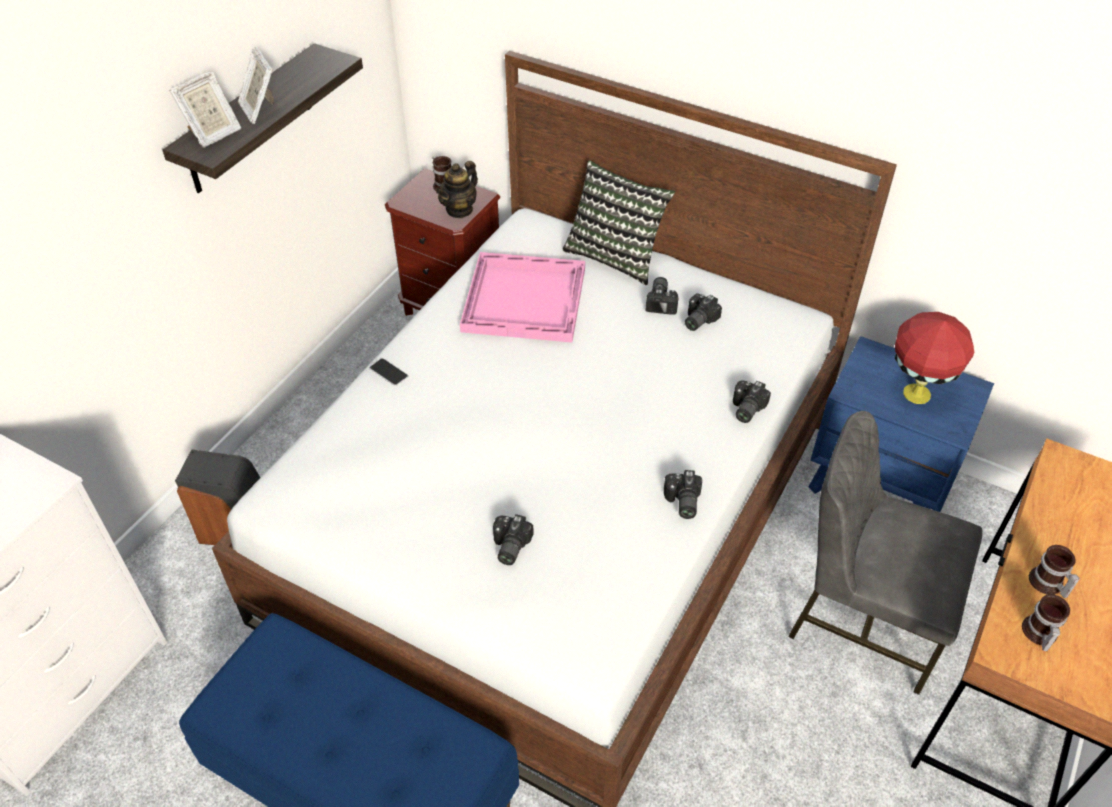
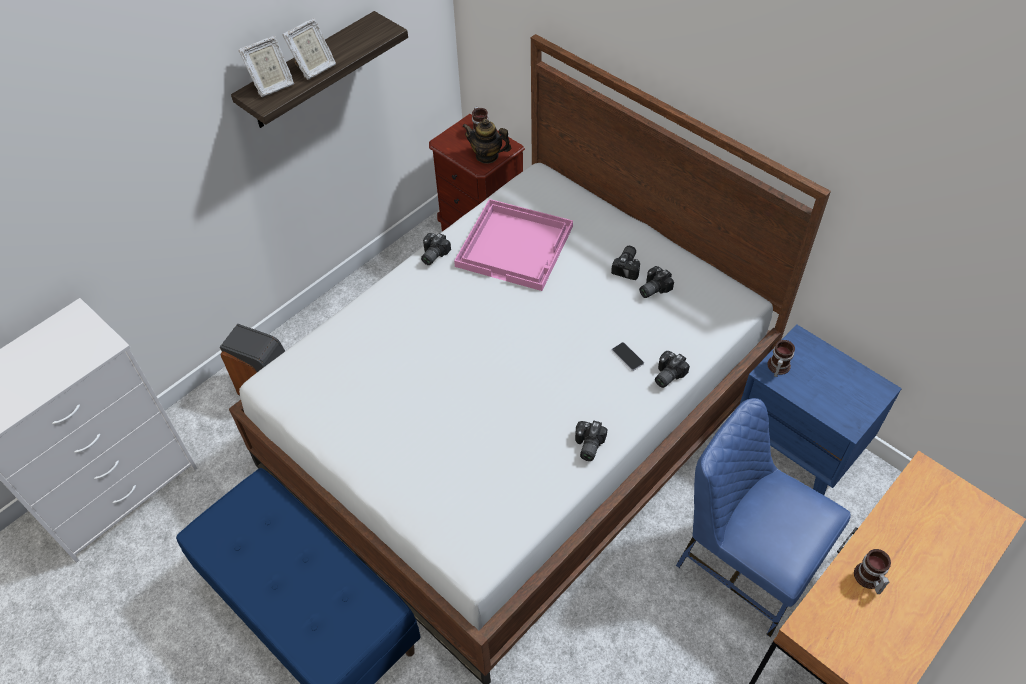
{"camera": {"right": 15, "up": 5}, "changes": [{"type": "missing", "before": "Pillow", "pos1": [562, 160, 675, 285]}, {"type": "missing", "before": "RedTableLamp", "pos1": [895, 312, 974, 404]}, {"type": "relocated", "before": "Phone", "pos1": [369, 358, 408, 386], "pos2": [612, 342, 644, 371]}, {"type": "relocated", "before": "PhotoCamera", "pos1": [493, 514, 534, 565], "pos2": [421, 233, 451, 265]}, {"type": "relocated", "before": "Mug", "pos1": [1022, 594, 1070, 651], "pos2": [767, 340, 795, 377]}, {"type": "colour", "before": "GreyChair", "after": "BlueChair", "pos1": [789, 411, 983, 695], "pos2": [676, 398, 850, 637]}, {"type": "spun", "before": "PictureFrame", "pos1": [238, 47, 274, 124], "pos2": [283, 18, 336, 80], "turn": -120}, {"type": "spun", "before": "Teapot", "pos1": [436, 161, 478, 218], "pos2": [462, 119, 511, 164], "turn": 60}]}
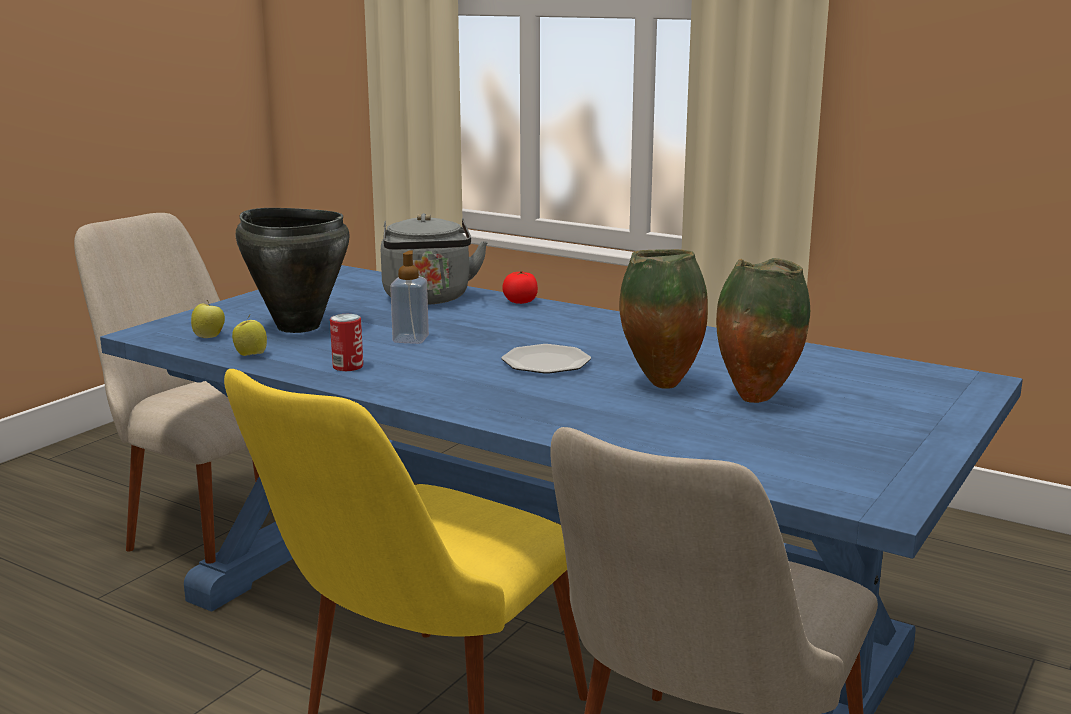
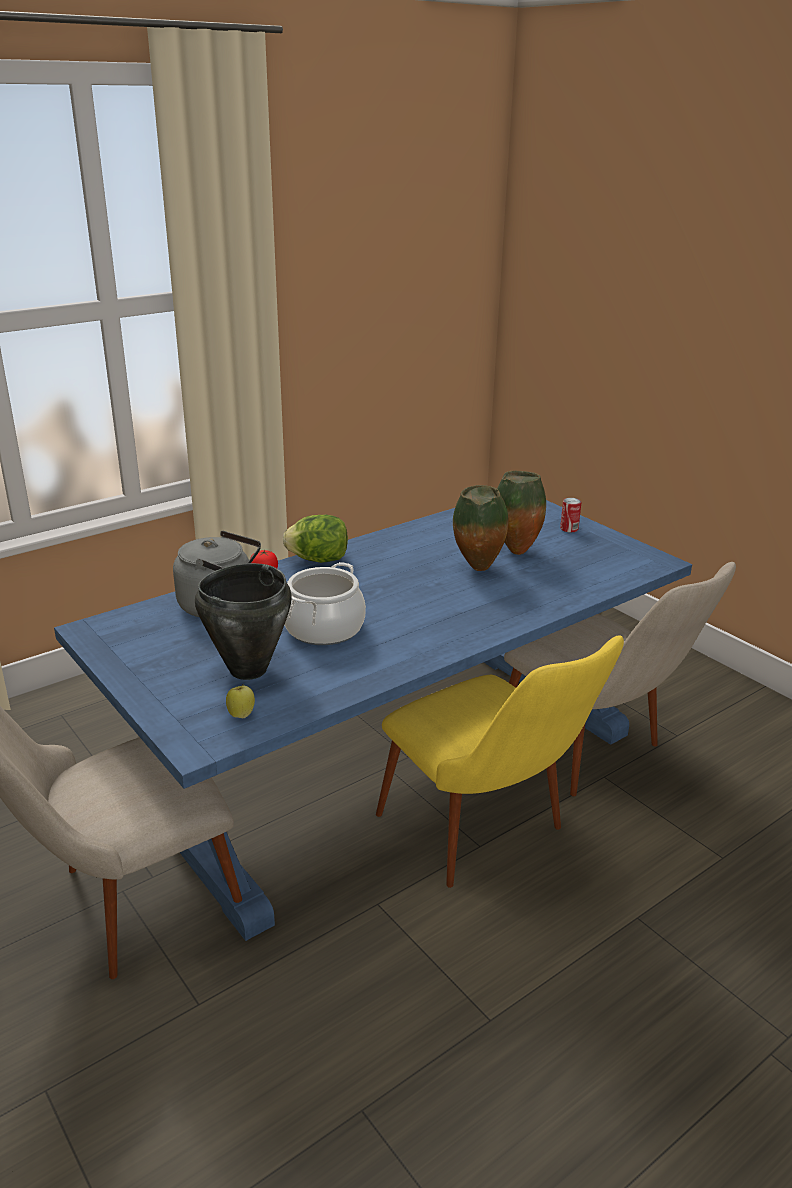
{"camera": {"right": -70, "up": 10}, "changes": [{"type": "missing", "before": "Apple", "pos1": [232, 314, 267, 356]}, {"type": "missing", "before": "Plate", "pos1": [502, 344, 591, 374]}, {"type": "appeared", "after": "Lettuce", "pos2": [283, 515, 348, 563]}, {"type": "relocated", "before": "Can", "pos1": [330, 314, 363, 371], "pos2": [560, 498, 581, 532]}, {"type": "exchanged", "before": "SoapDispenser", "after": "CookingPot", "pos1": [390, 251, 429, 344], "pos2": [285, 562, 366, 645]}]}
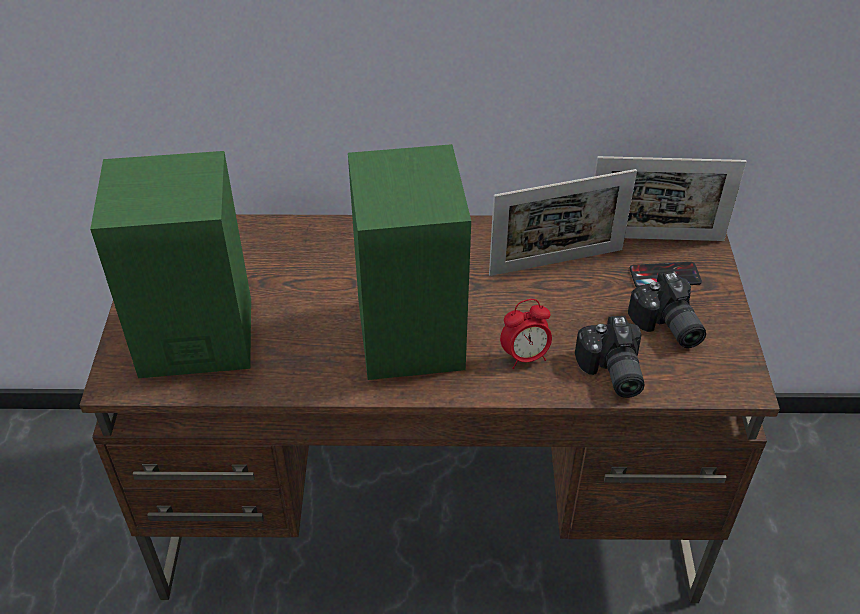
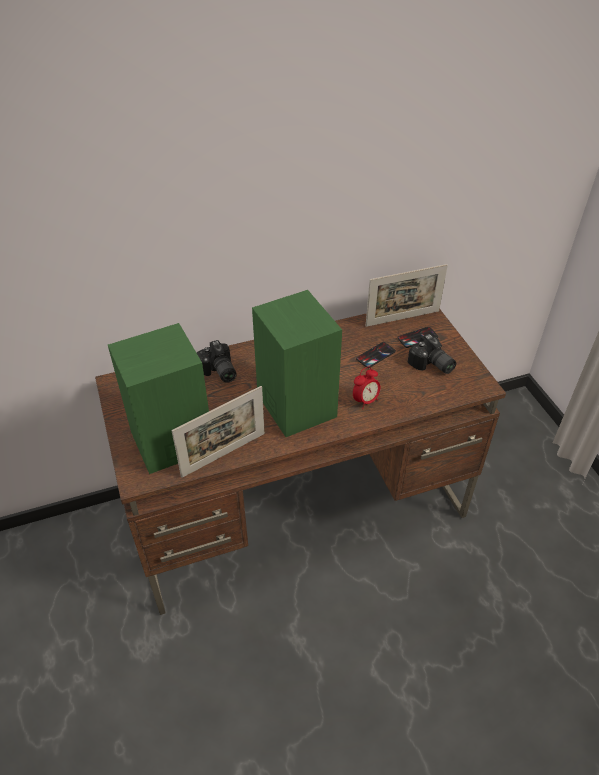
{"camera": {"right": -20, "up": 0}, "changes": [{"type": "appeared", "after": "Phone", "pos2": [356, 342, 396, 368]}, {"type": "relocated", "before": "PictureFrame", "pos1": [489, 169, 637, 276], "pos2": [172, 386, 265, 478]}, {"type": "relocated", "before": "PhotoCamera", "pos1": [575, 316, 644, 398], "pos2": [197, 340, 237, 383]}]}
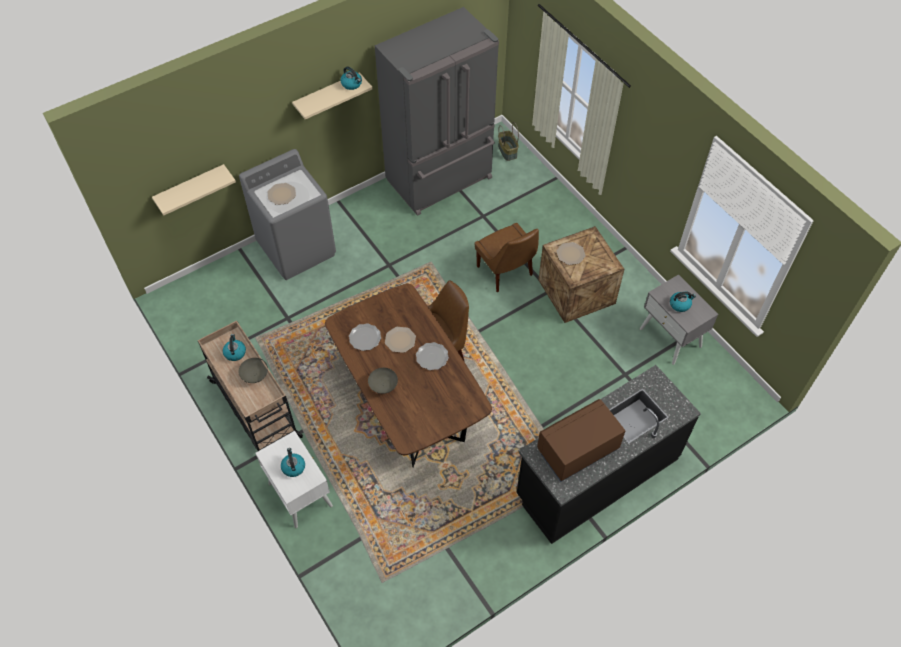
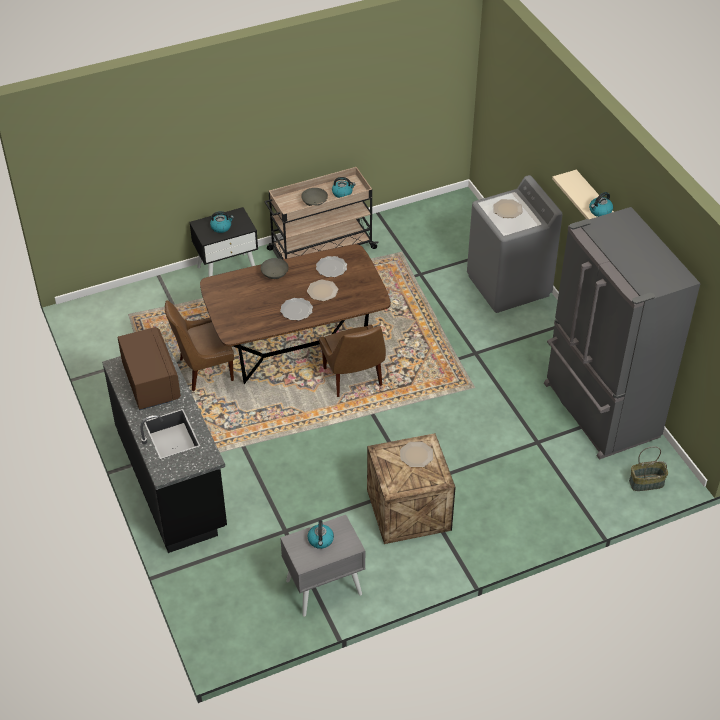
{"camera": {"right": 100, "up": -10}, "changes": [{"type": "missing", "before": "BeigeShelf", "pos1": [152, 164, 236, 216]}, {"type": "relocated", "before": "BrownChair", "pos1": [475, 223, 539, 292], "pos2": [165, 300, 234, 391]}, {"type": "colour", "before": "WhiteNightstand", "after": "BlackNightstand", "pos1": [255, 431, 333, 528], "pos2": [189, 207, 258, 277]}]}
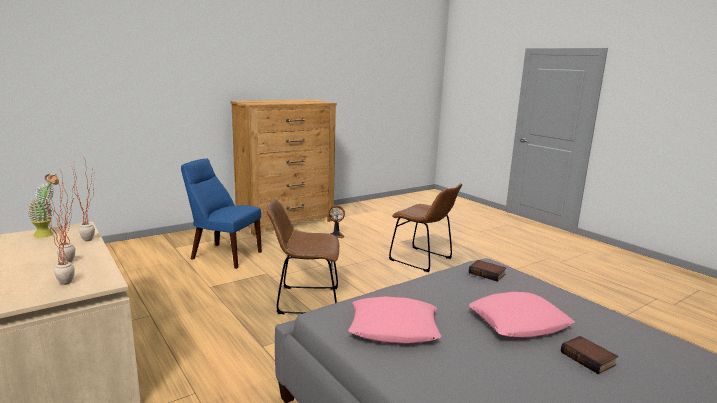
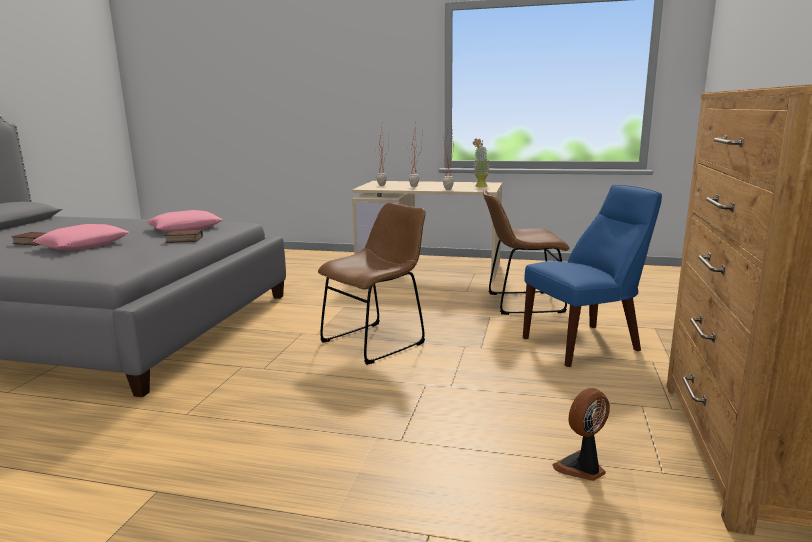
{"camera": {"right": 140, "up": 0}, "changes": [{"type": "relocated", "before": "BrownChair", "pos1": [389, 183, 462, 272], "pos2": [483, 190, 569, 315]}, {"type": "relocated", "before": "Book", "pos1": [469, 260, 506, 282], "pos2": [165, 230, 203, 243]}]}
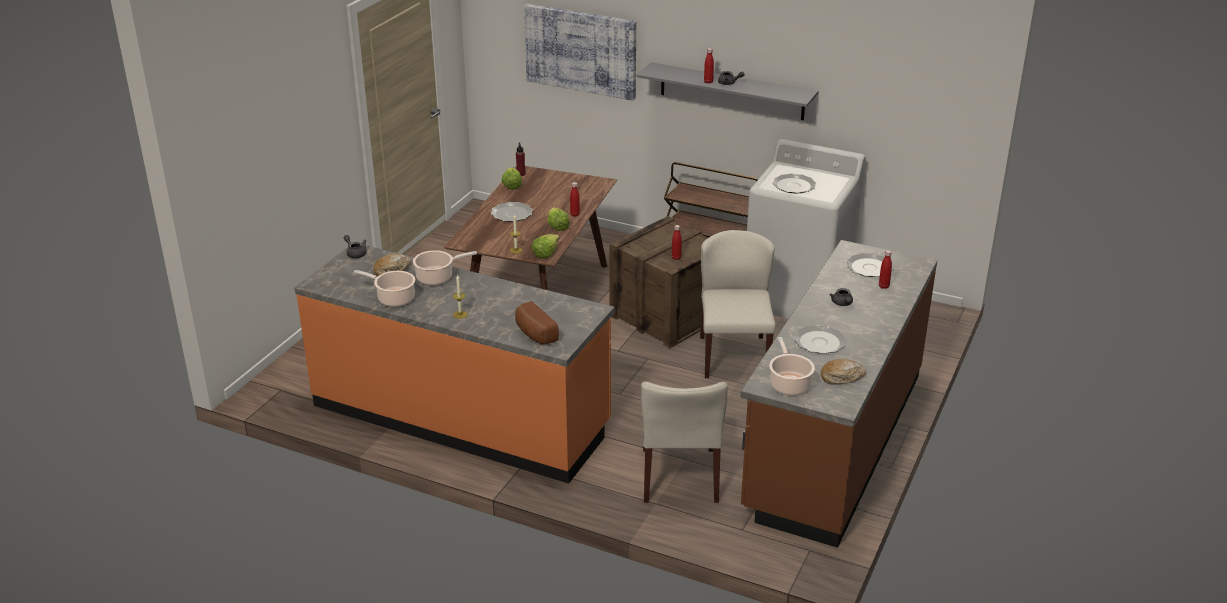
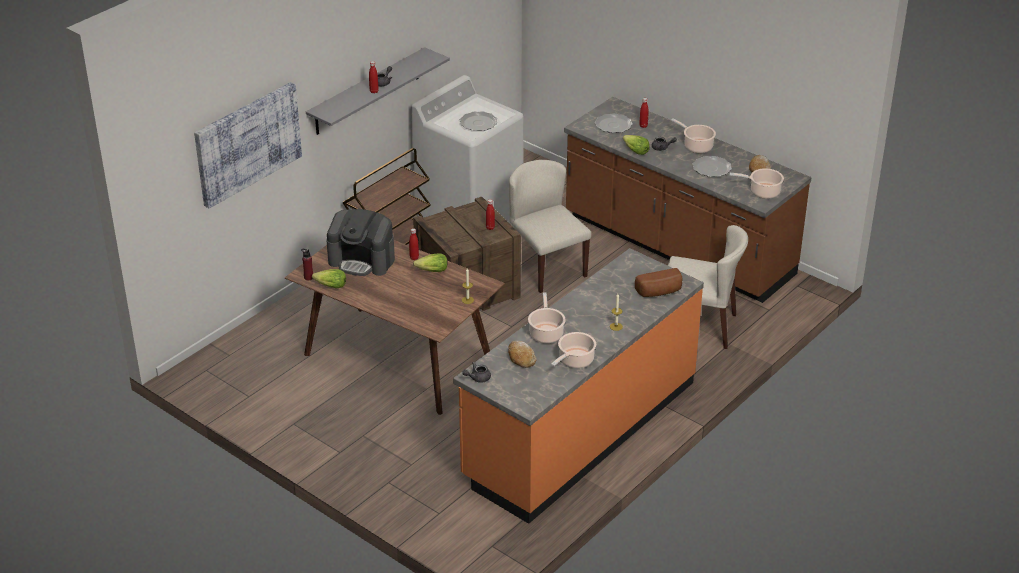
{"camera": {"right": -75, "up": 5}, "changes": [{"type": "missing", "before": "Plate", "pos1": [491, 202, 533, 222]}, {"type": "appeared", "after": "CoffeeMachine", "pos2": [326, 209, 395, 276]}, {"type": "appeared", "after": "CookingPot", "pos2": [671, 118, 716, 153]}, {"type": "relocated", "before": "Lettuce", "pos1": [532, 234, 559, 258], "pos2": [623, 135, 650, 155]}, {"type": "spun", "before": "BeigeChair", "pos1": [700, 230, 776, 378], "pos2": [509, 160, 591, 293], "turn": 45}]}
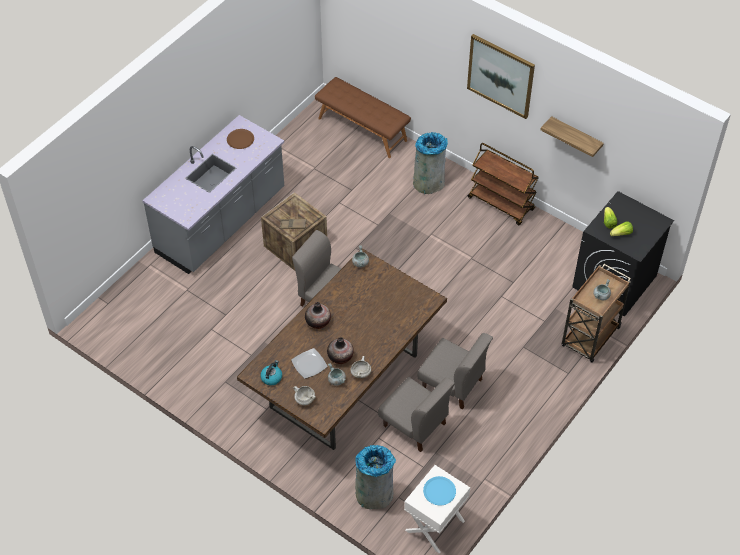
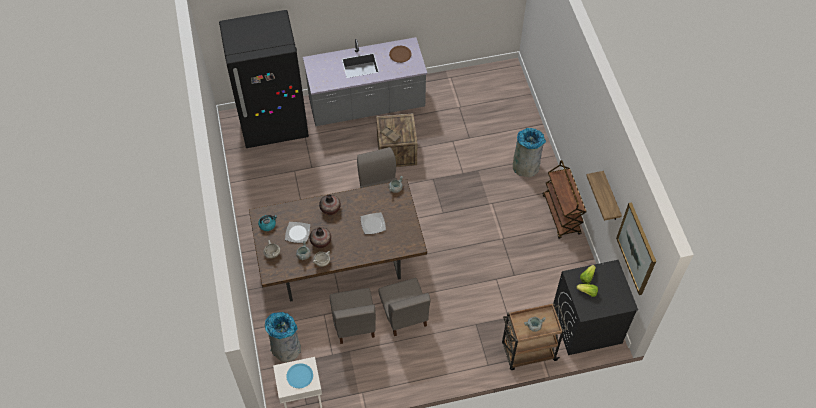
{"camera": {"right": 40, "up": 5}, "changes": [{"type": "missing", "before": "BrownBench", "pos1": [315, 77, 411, 158]}, {"type": "appeared", "after": "BlackFridge", "pos2": [219, 10, 309, 148]}, {"type": "appeared", "after": "Plate", "pos2": [361, 212, 386, 234]}, {"type": "relocated", "before": "Picture", "pos1": [467, 34, 535, 119], "pos2": [616, 202, 656, 295]}]}
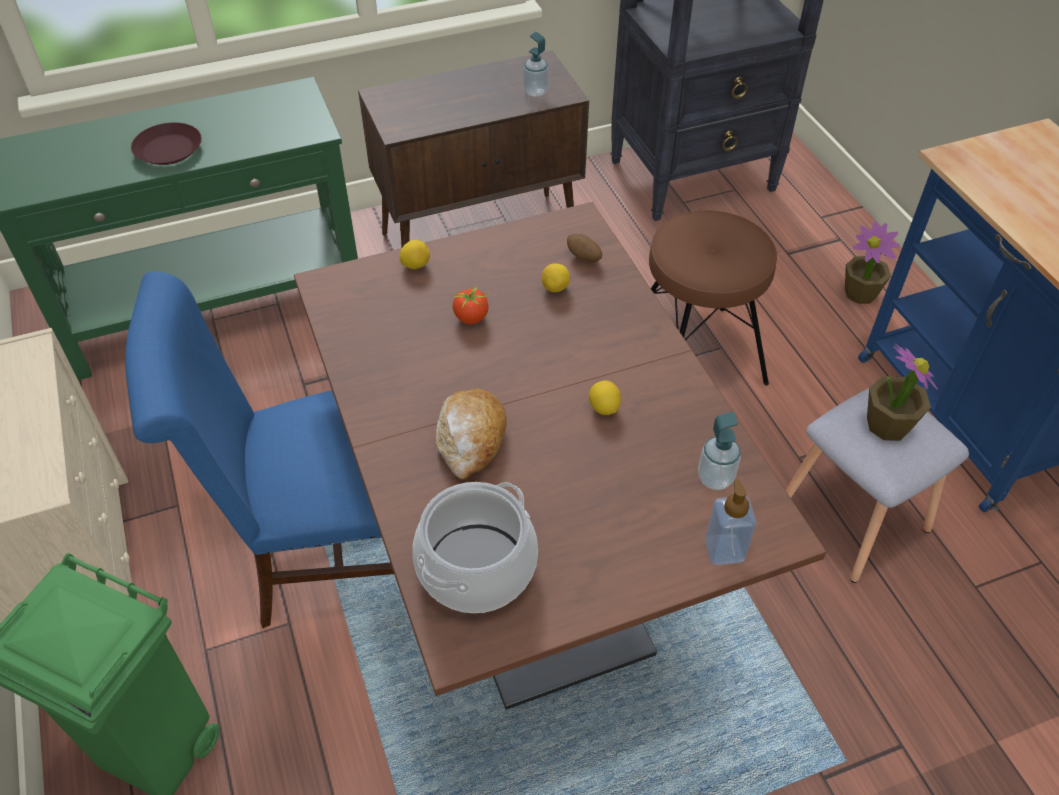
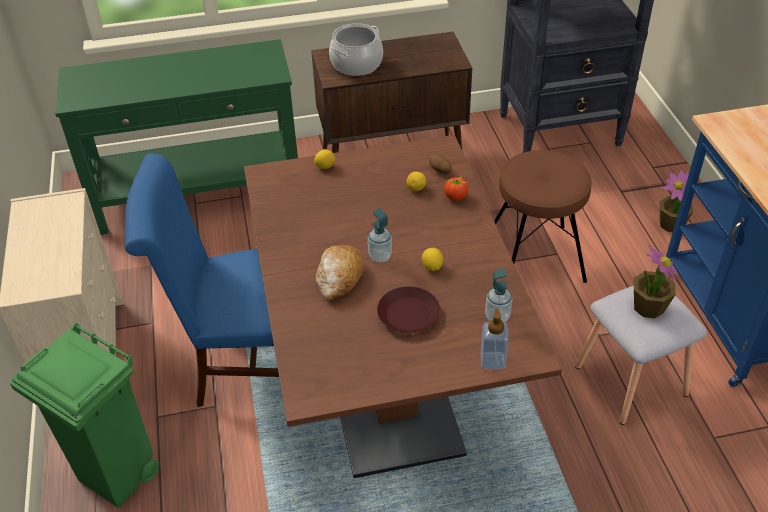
{"camera": {"right": 10, "up": -5}, "changes": [{"type": "relocated", "before": "BrownPlate", "pos1": [131, 122, 202, 165], "pos2": [377, 286, 440, 333]}, {"type": "relocated", "before": "CookingPot", "pos1": [413, 482, 538, 613], "pos2": [329, 23, 383, 76]}, {"type": "relocated", "before": "Tomato", "pos1": [452, 285, 490, 324], "pos2": [444, 177, 470, 201]}, {"type": "relocated", "before": "SoapDispenser", "pos1": [523, 32, 548, 97], "pos2": [368, 208, 392, 263]}]}
